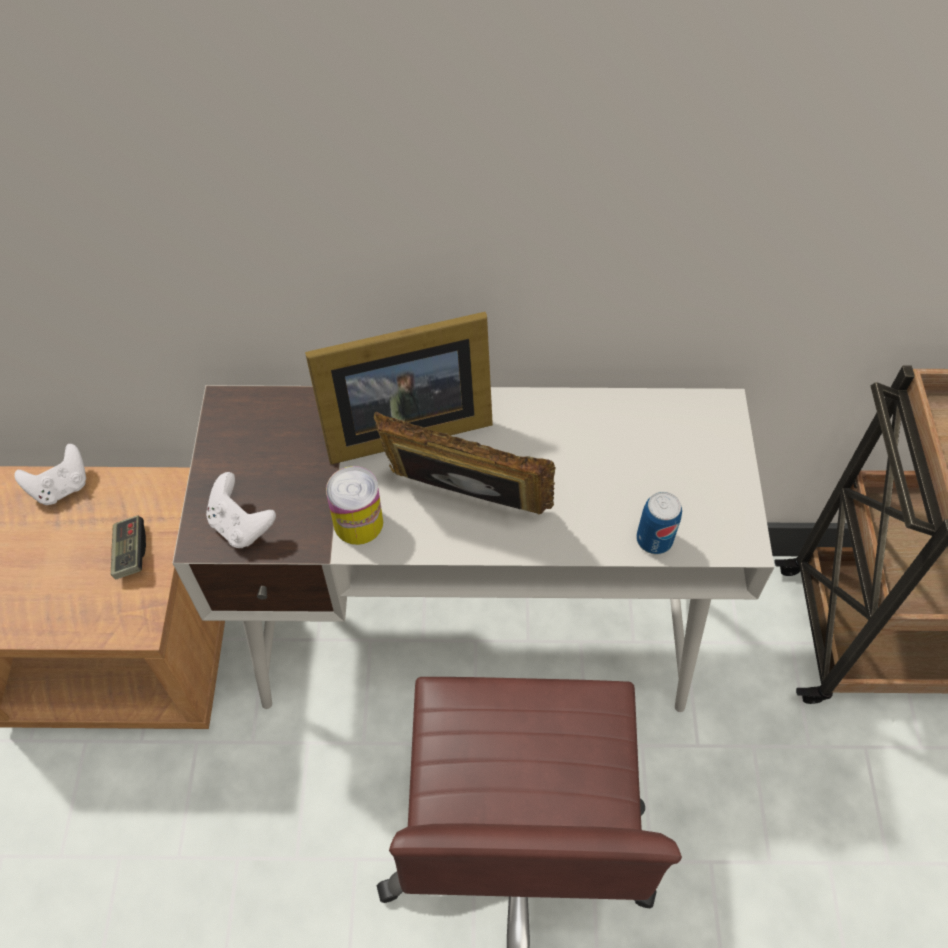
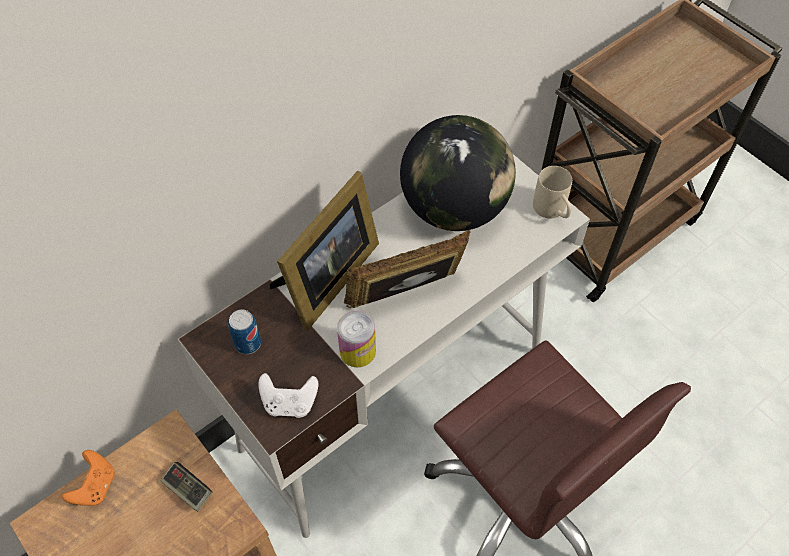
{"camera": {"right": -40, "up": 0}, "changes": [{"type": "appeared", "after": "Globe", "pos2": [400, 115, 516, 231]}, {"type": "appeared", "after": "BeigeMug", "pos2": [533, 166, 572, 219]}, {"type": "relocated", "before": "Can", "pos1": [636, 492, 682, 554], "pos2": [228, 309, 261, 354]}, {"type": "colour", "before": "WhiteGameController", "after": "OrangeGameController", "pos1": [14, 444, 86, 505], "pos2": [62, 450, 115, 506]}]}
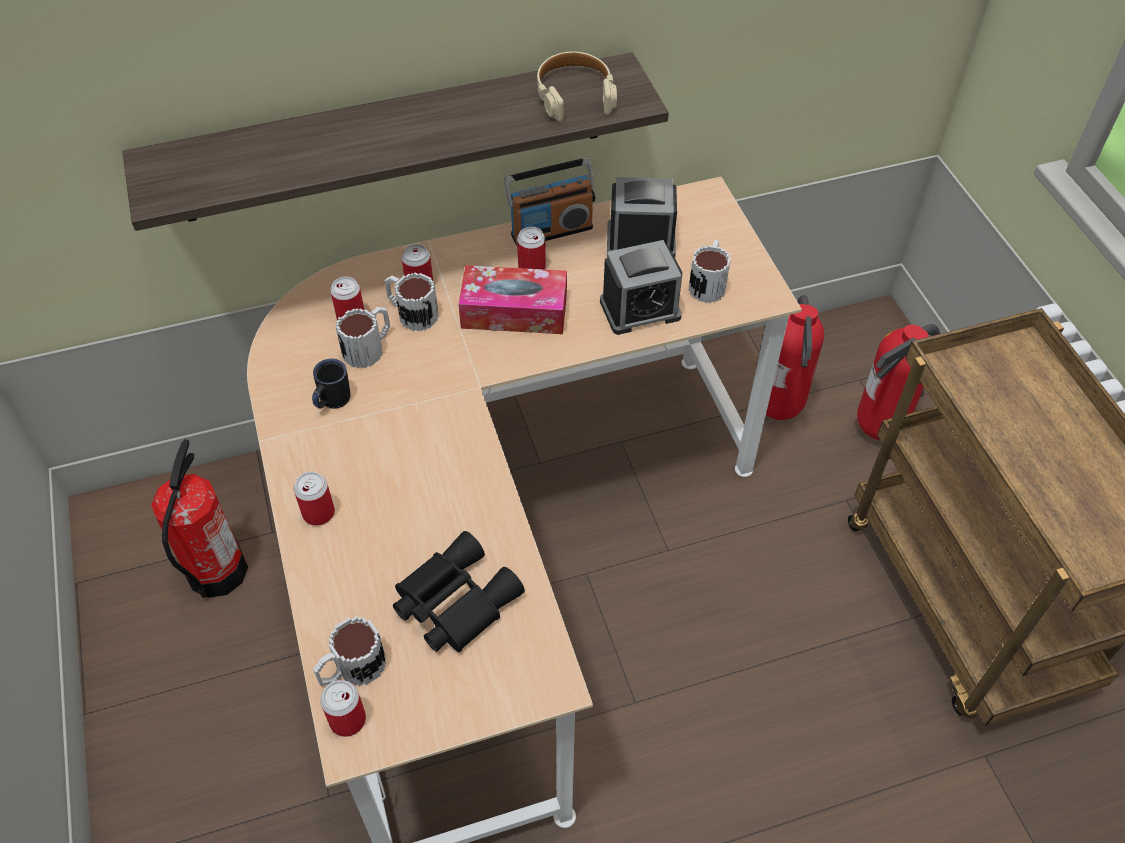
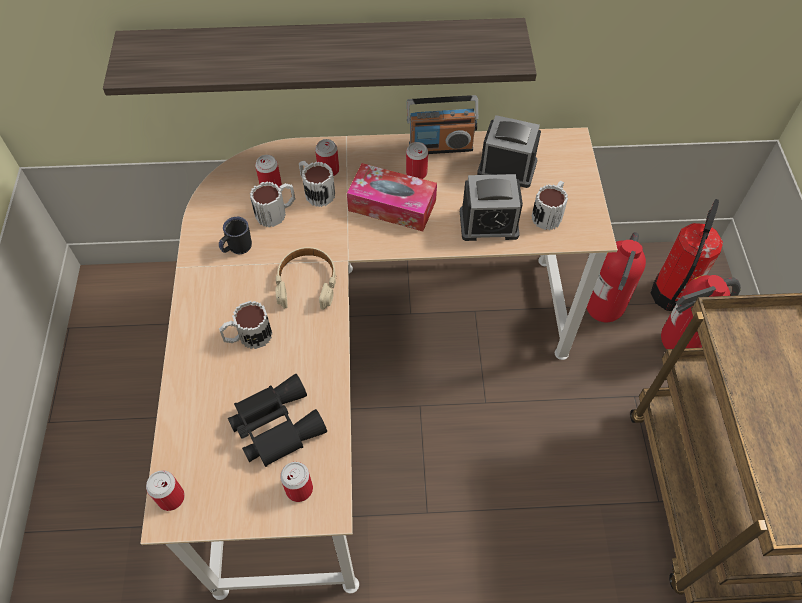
{"camera": {"right": 15, "up": 5}, "changes": [{"type": "relocated", "before": "FireExtinguisher", "pos1": [151, 439, 248, 598], "pos2": [651, 199, 723, 311]}, {"type": "relocated", "before": "Can", "pos1": [294, 472, 335, 526], "pos2": [280, 462, 313, 502]}, {"type": "relocated", "before": "Mug", "pos1": [313, 617, 386, 686], "pos2": [219, 301, 272, 349]}, {"type": "relocated", "before": "BeigeHeadphones", "pos1": [537, 52, 617, 122], "pos2": [275, 247, 336, 310]}]}
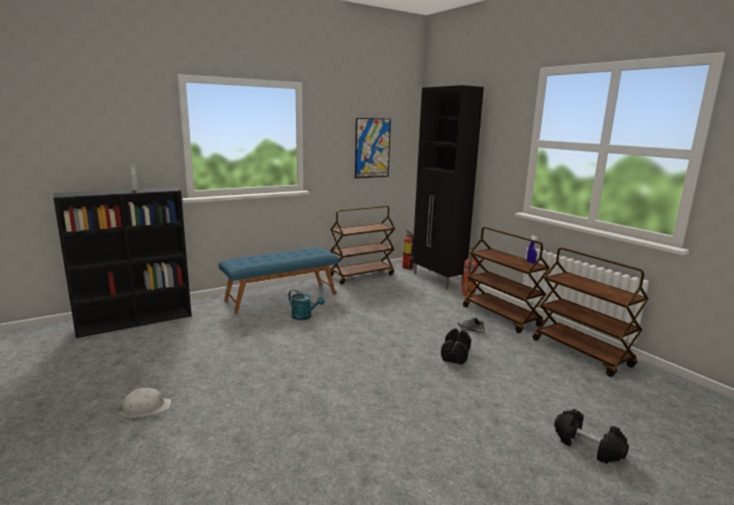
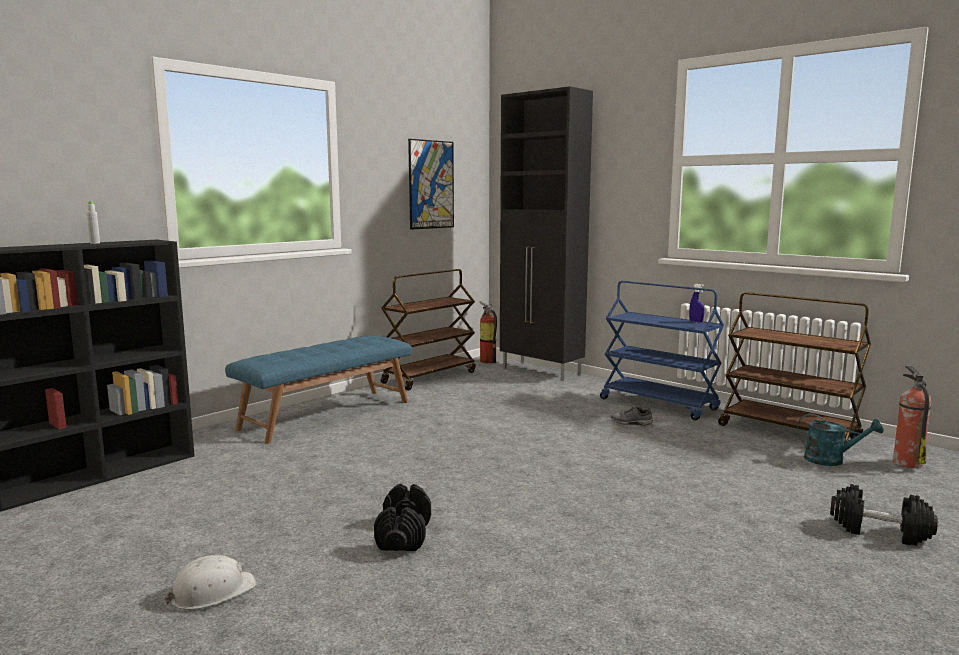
{"camera": {"right": -15, "up": -5}, "changes": [{"type": "relocated", "before": "TurquoiseWateringCan", "pos1": [288, 289, 325, 320], "pos2": [797, 414, 884, 466]}, {"type": "relocated", "before": "BlackDumbbell", "pos1": [441, 328, 471, 364], "pos2": [374, 484, 431, 551]}, {"type": "relocated", "before": "FireExtinguisher", "pos1": [462, 247, 478, 297], "pos2": [893, 366, 931, 468]}, {"type": "colour", "before": "BrownCart", "after": "BlueCart", "pos1": [463, 227, 550, 333], "pos2": [600, 281, 724, 420]}]}
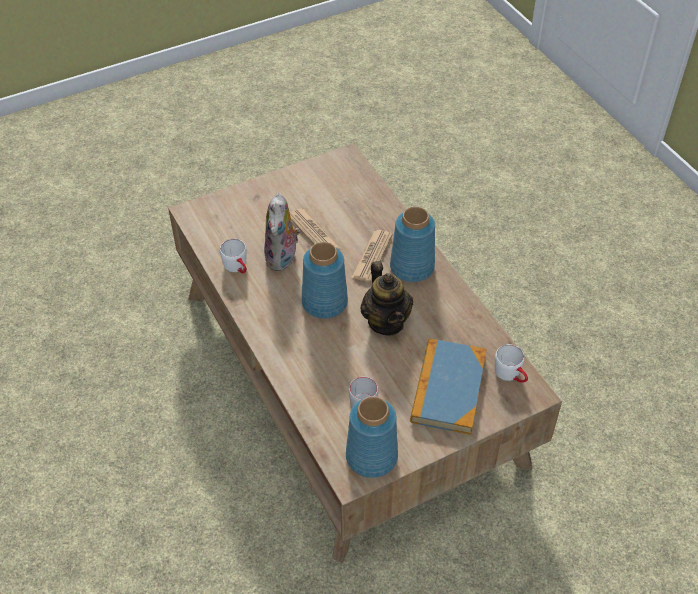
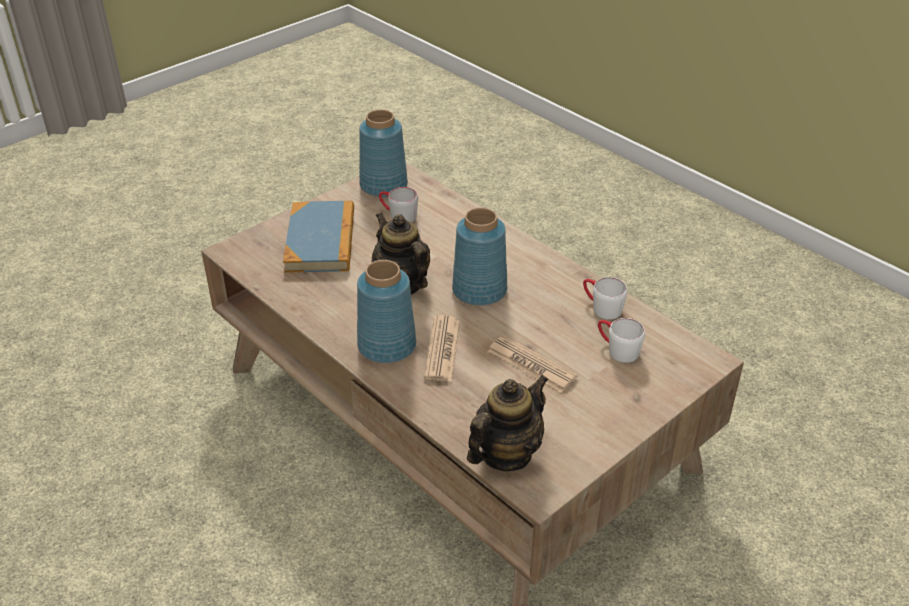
{"camera": {"right": 165, "up": -10}, "changes": [{"type": "missing", "before": "PlushToy", "pos1": [264, 193, 300, 271]}, {"type": "appeared", "after": "Teapot", "pos2": [467, 375, 549, 471]}, {"type": "relocated", "before": "WhiteMug", "pos1": [495, 344, 528, 383], "pos2": [598, 318, 645, 363]}]}
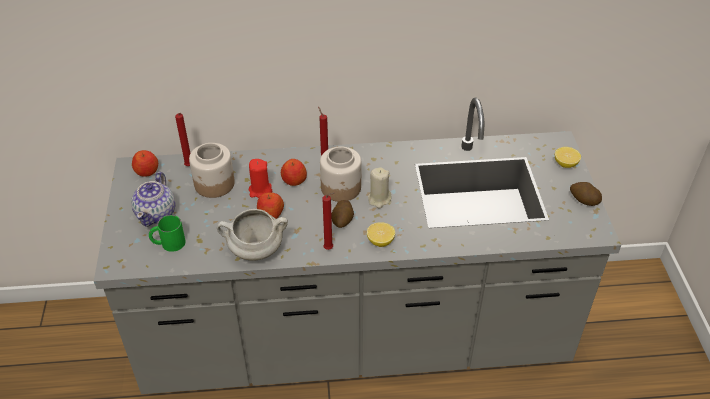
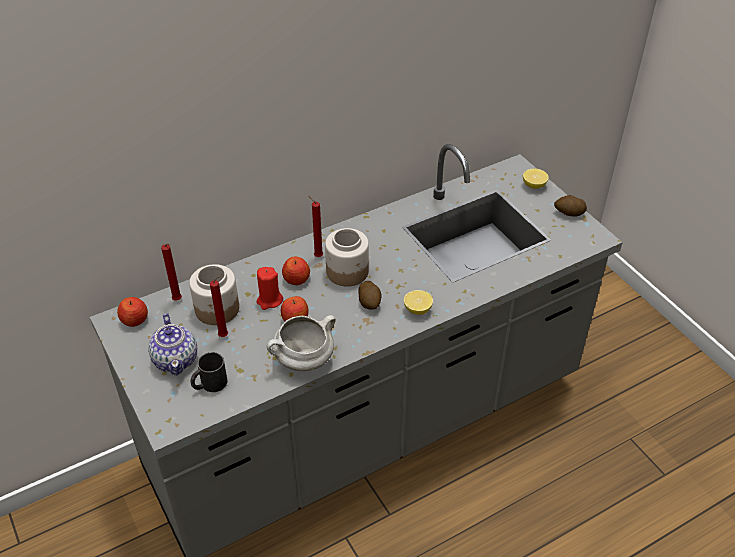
{"camera": {"right": -25, "up": 0}, "changes": [{"type": "missing", "before": "BeigeCandle", "pos1": [368, 167, 392, 209]}, {"type": "relocated", "before": "RedCandle", "pos1": [322, 192, 335, 250], "pos2": [210, 275, 228, 337]}, {"type": "colour", "before": "GreenMug", "after": "BlackMug", "pos1": [149, 215, 186, 252], "pos2": [190, 352, 228, 392]}]}
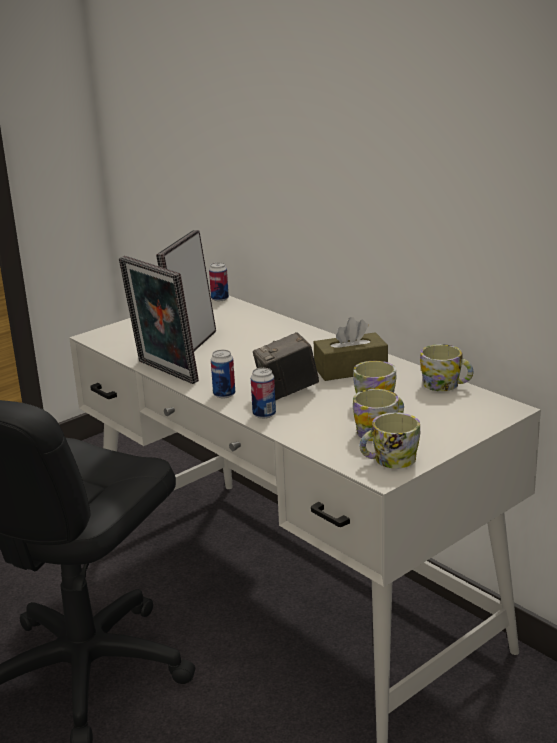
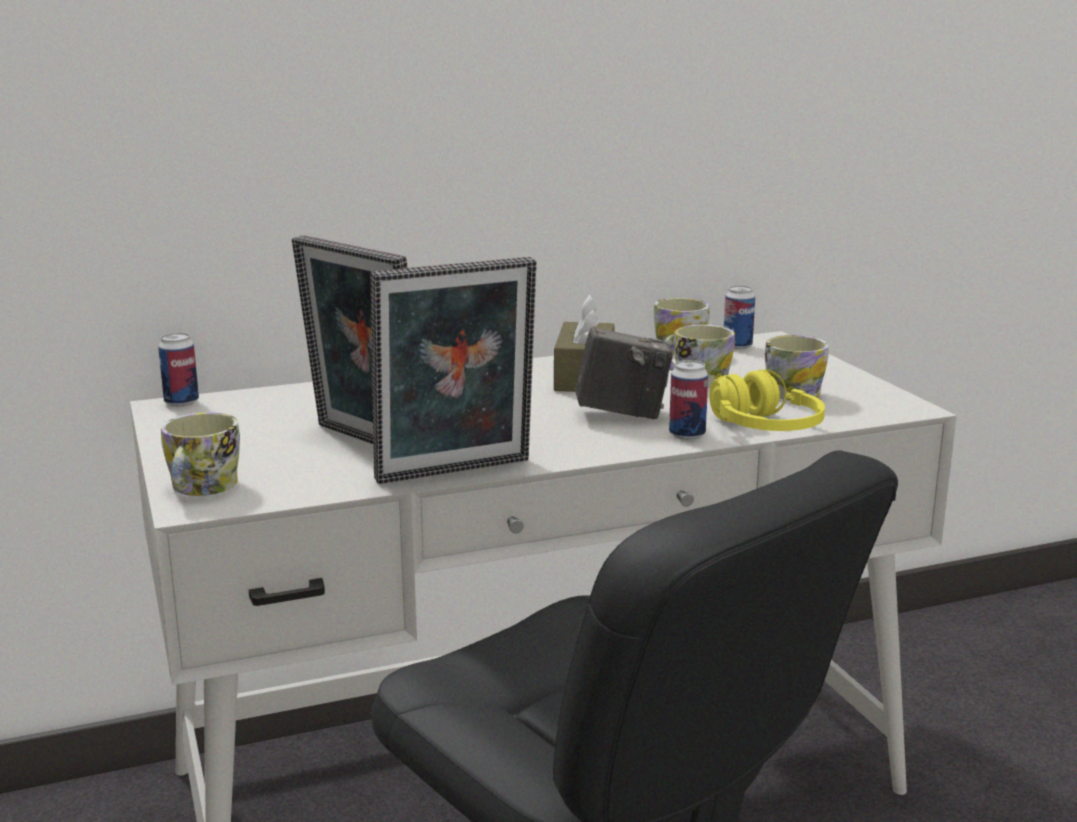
{"camera": {"right": -70, "up": -5}, "changes": [{"type": "appeared", "after": "YellowHeadphones", "pos2": [709, 370, 825, 431]}, {"type": "relocated", "before": "Can", "pos1": [211, 350, 235, 398], "pos2": [724, 285, 755, 350]}, {"type": "relocated", "before": "Mug", "pos1": [360, 413, 420, 468], "pos2": [161, 412, 240, 496]}, {"type": "spun", "before": "PhotoCamera", "pos1": [253, 332, 319, 400], "pos2": [575, 327, 673, 420], "turn": -90}]}
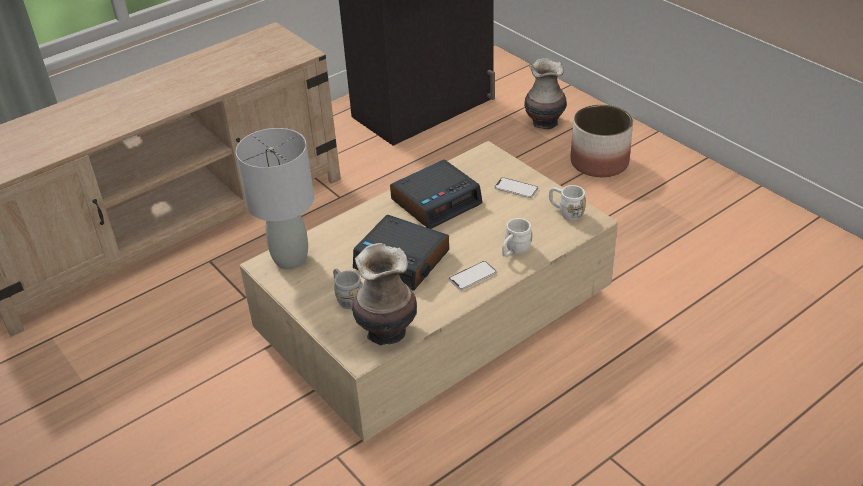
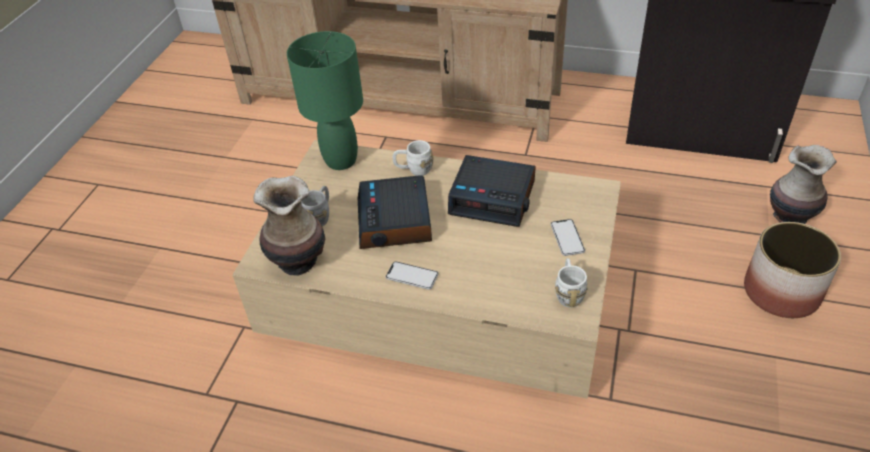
{"camera": {"right": 55, "up": 5}, "changes": [{"type": "relocated", "before": "WhiteMug", "pos1": [502, 218, 532, 257], "pos2": [393, 140, 433, 176]}, {"type": "colour", "before": "GreyTableLamp", "after": "GreenTableLamp", "pos1": [236, 128, 314, 269], "pos2": [287, 31, 363, 170]}]}
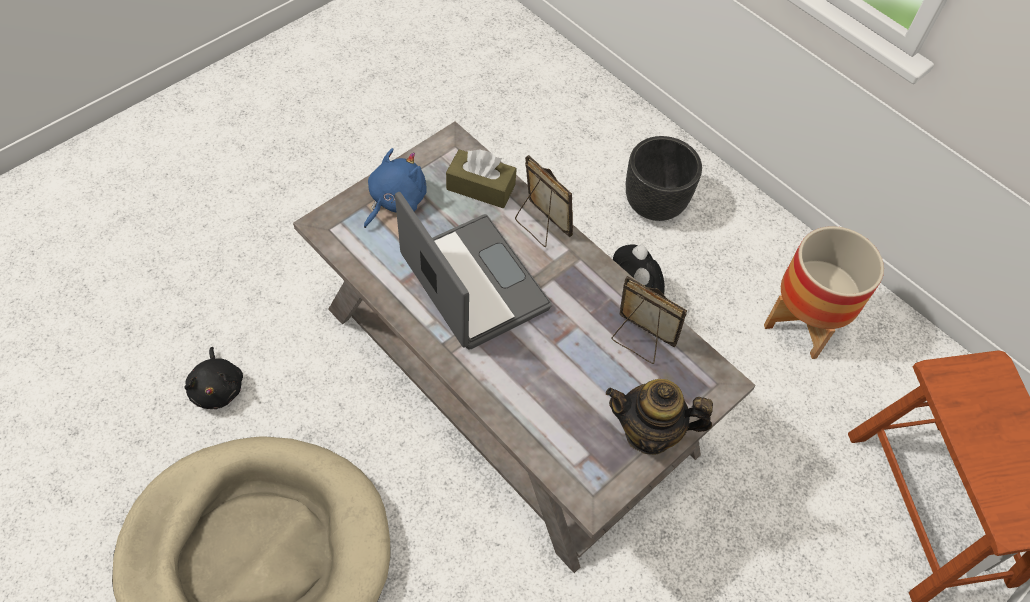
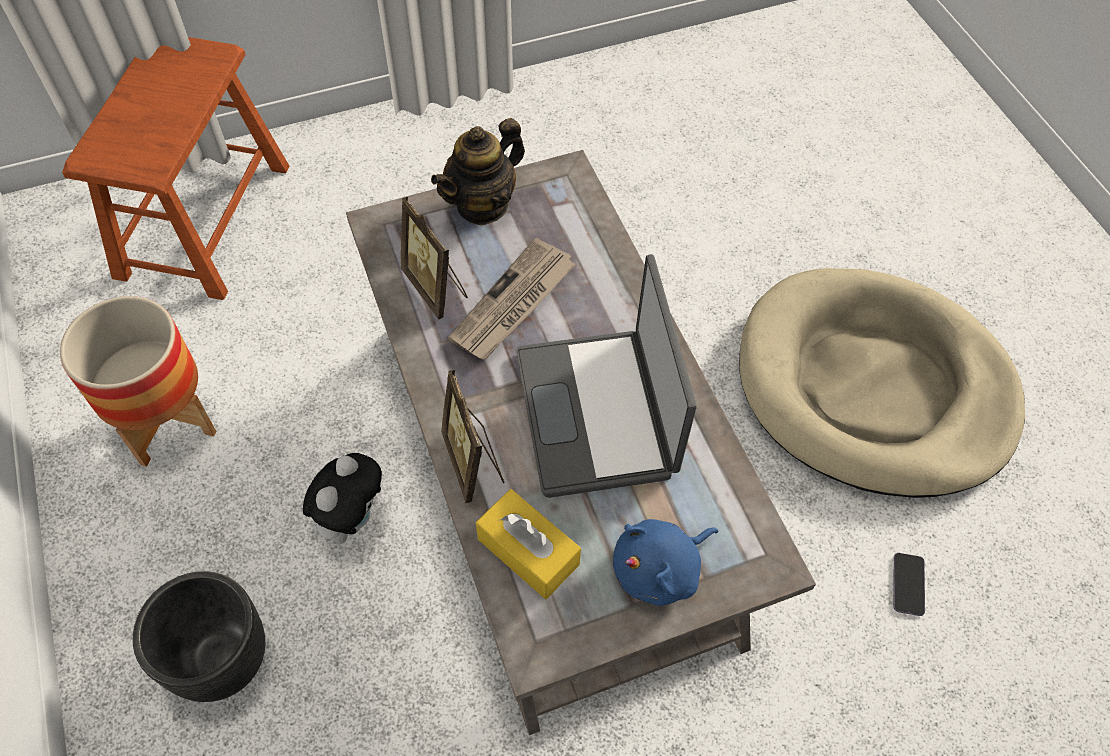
{"camera": {"right": -155, "up": 0}, "changes": [{"type": "appeared", "after": "Newspaper", "pos2": [448, 238, 576, 359]}, {"type": "exchanged", "before": "BlackPlushToy", "after": "Phone", "pos1": [184, 347, 243, 409], "pos2": [893, 553, 925, 616]}, {"type": "colour", "before": "BrownTissueBox", "after": "YellowTissueBox", "pos1": [446, 149, 517, 208], "pos2": [476, 489, 581, 599]}, {"type": "spun", "before": "Teapot", "pos1": [606, 379, 713, 455], "pos2": [431, 118, 525, 226], "turn": 105}]}
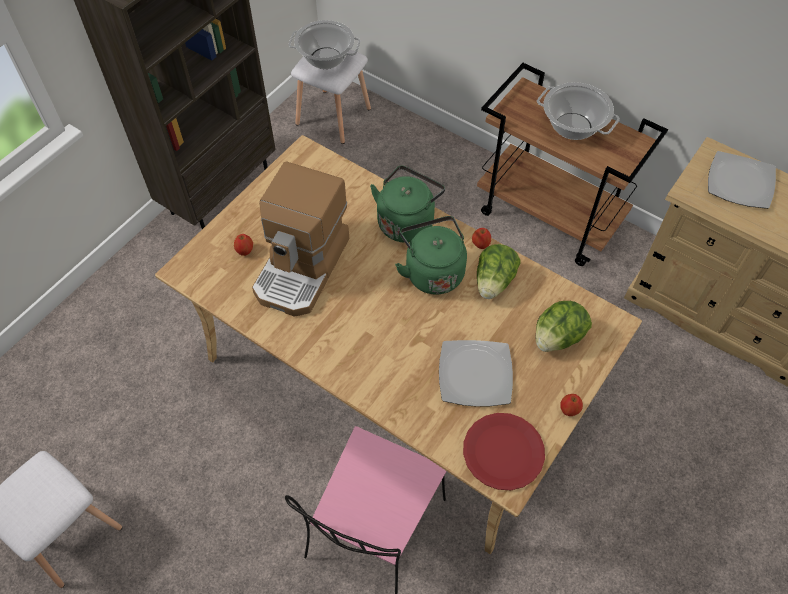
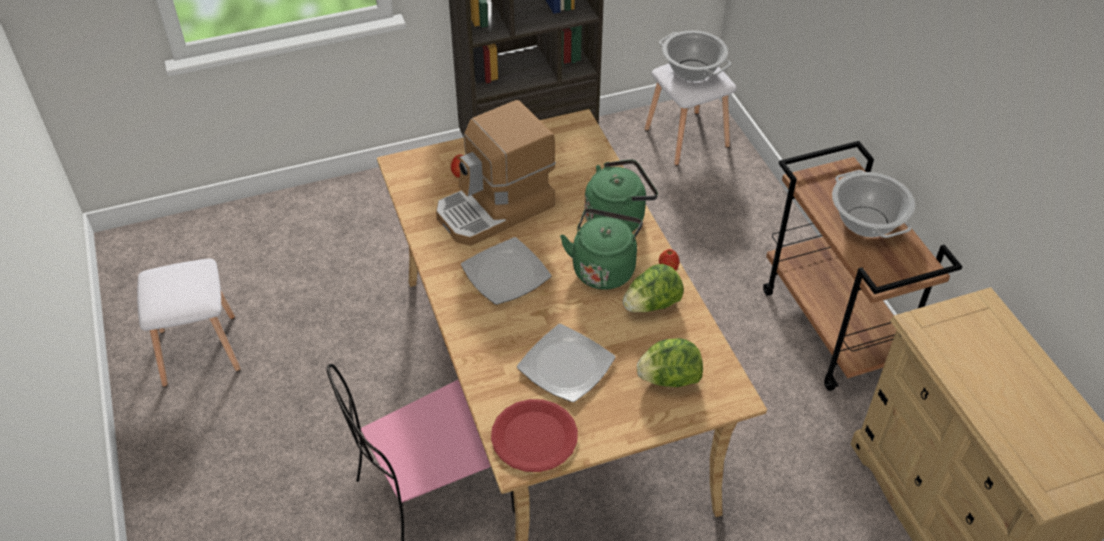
{"camera": {"right": 35, "up": -10}, "changes": [{"type": "missing", "before": "Apple", "pos1": [560, 394, 583, 416]}, {"type": "relocated", "before": "Plate", "pos1": [708, 151, 776, 209], "pos2": [461, 237, 552, 305]}]}
